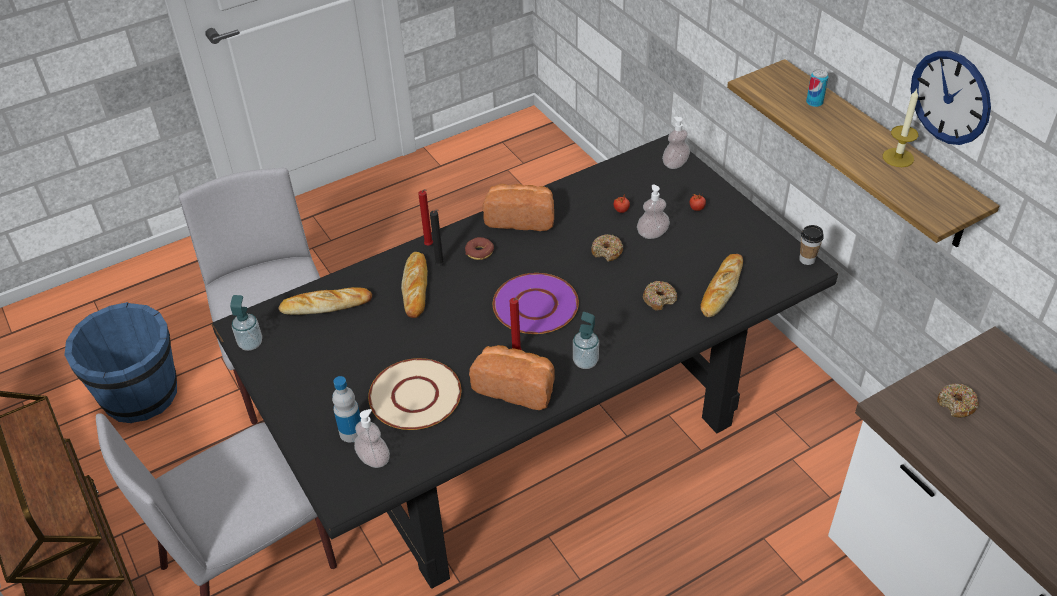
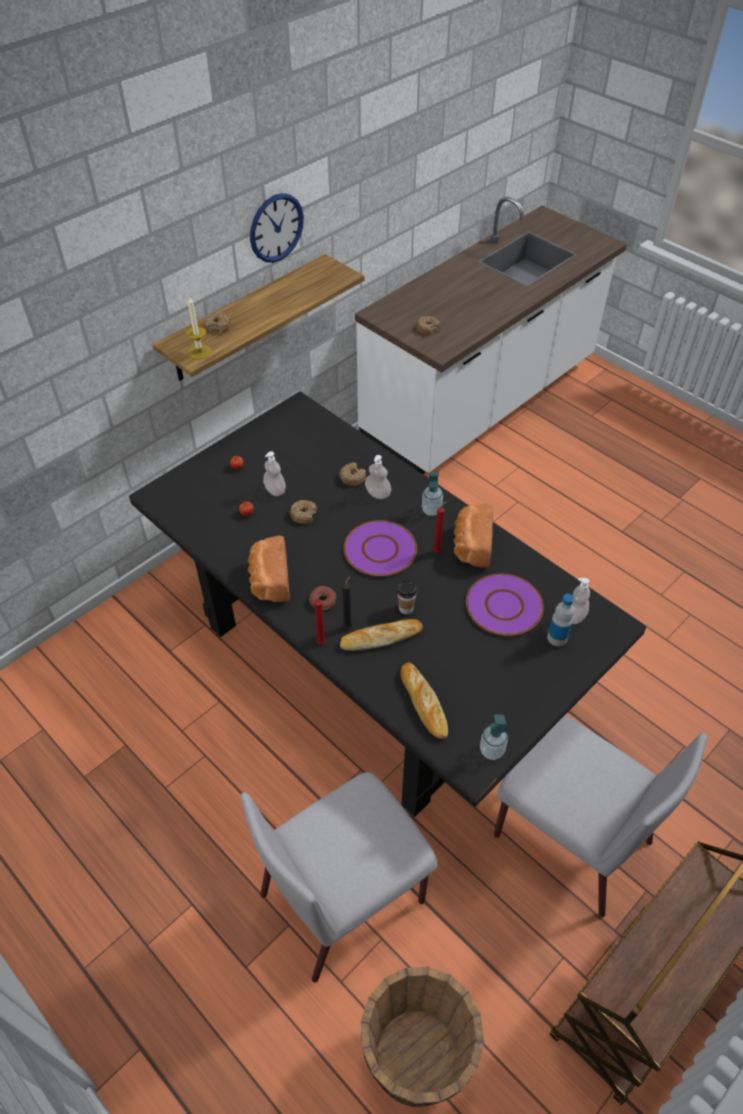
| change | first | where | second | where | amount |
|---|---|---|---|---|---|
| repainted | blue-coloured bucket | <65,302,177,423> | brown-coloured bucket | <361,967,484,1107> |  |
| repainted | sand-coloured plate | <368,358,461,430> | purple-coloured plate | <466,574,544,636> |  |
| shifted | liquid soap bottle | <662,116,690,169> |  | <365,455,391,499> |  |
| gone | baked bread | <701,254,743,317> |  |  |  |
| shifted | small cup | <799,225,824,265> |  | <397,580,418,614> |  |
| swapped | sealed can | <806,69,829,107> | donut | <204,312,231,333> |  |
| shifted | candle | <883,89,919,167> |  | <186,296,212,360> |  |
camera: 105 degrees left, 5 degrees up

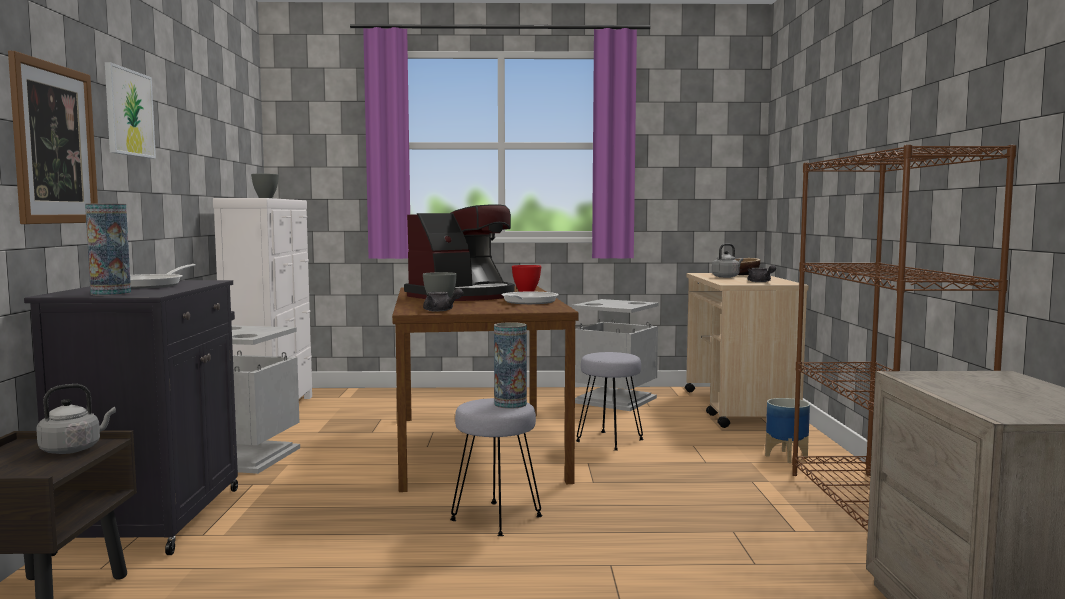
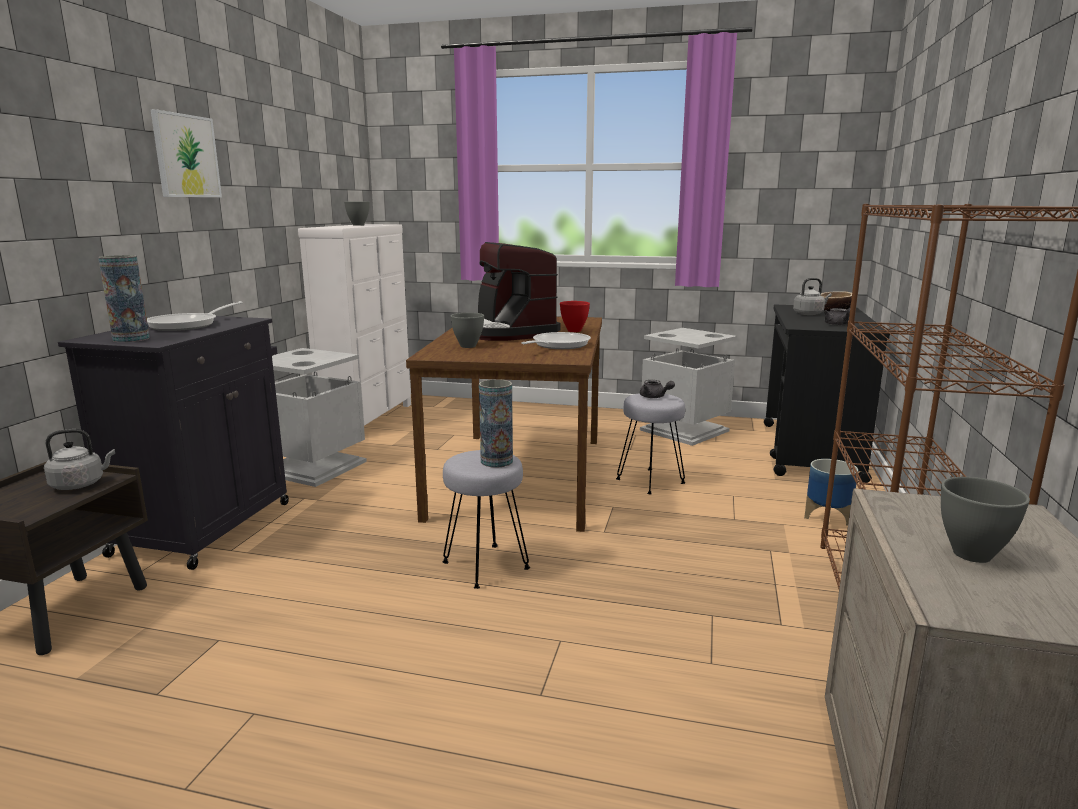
| change | first | where | second | where | amount |
|---|---|---|---|---|---|
| gone | wall picture | <8,51,98,224> |  |  |  |
| rotated | coffee machine | <404,204,514,301> |  | <478,242,561,341> | 90 degrees clockwise |
| shifted | greyish teapot | <423,288,464,311> |  | <640,380,675,398> |  |
| repainted | sand-coloured cart | <685,273,809,428> | black-coloured cart | <764,305,890,483> |  |
| new |  |  | greyish bowl | <941,477,1030,563> |  |
camera: 15 degrees right, 10 degrees up

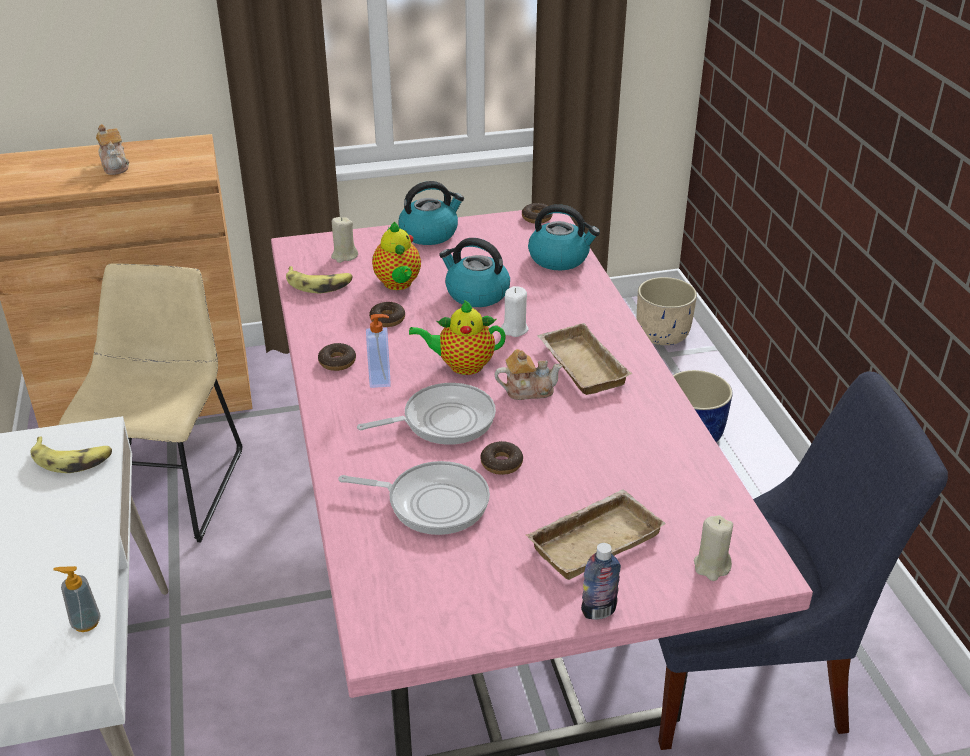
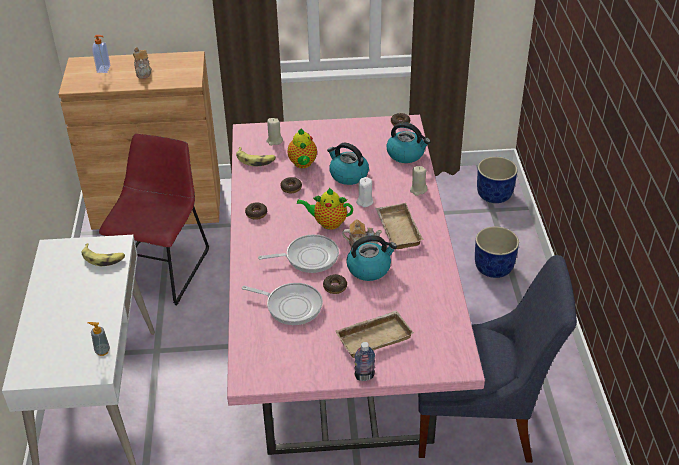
| change | first | where | second | where | amount |
|---|---|---|---|---|---|
| repainted | sand-coloured upright chair | <59,263,242,542> | red upright chair | <99,134,209,305> |  |
| shifted | liquid soap bottle | <366,314,391,388> |  | <92,35,110,73> |  |
| shifted | kettle | <398,181,464,245> |  | <346,235,397,281> |  |
| repainted | sand-coloured plant pot | <637,277,697,345> | blue-coloured plant pot | <477,157,518,203> |  |
| shifted | sand-coloured candle | <694,515,733,581> |  | <410,166,428,196> |  |
camera: 10 degrees right, 5 degrees up

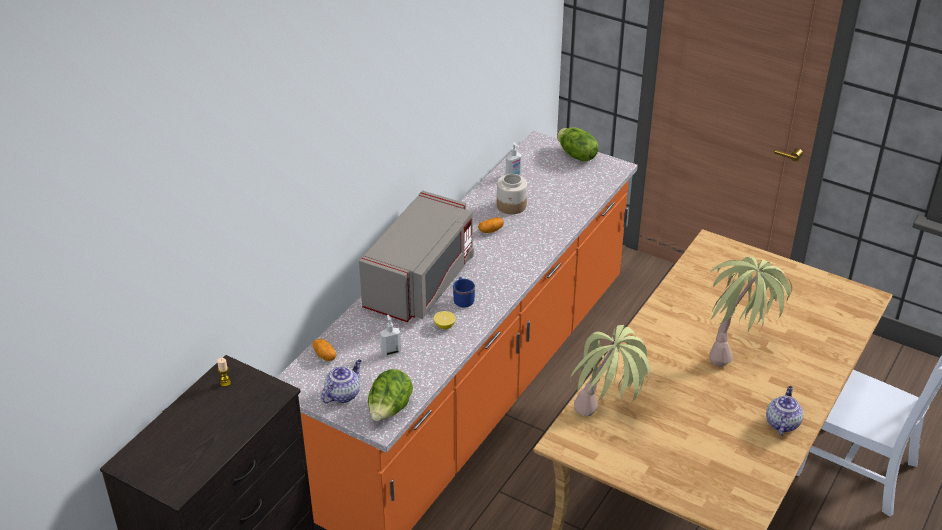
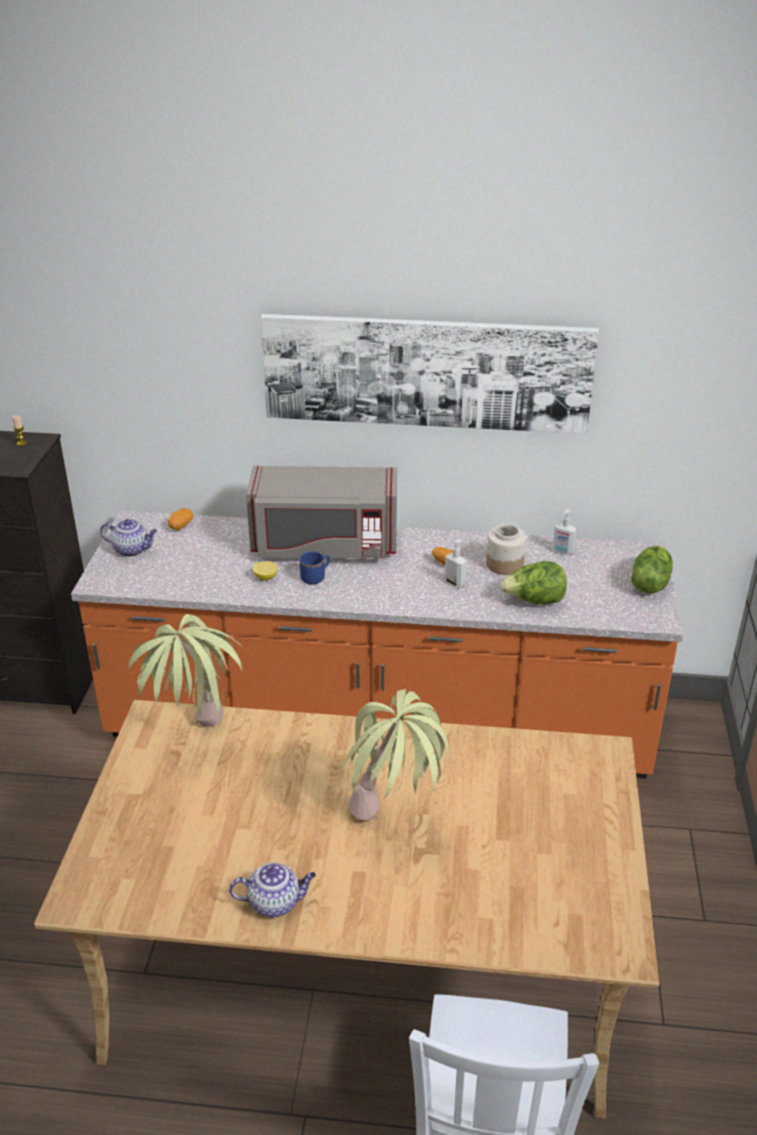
| change | first | where | second | where | amount |
|---|---|---|---|---|---|
| shifted | lettuce head | <368,369,413,421> |  | <500,561,567,605> |  |
| shifted | liquid soap bottle | <380,315,401,356> |  | <445,539,466,588> |  |
| new |  |  | wall picture | <261,314,599,434> |  |
camera: 65 degrees right, 5 degrees down

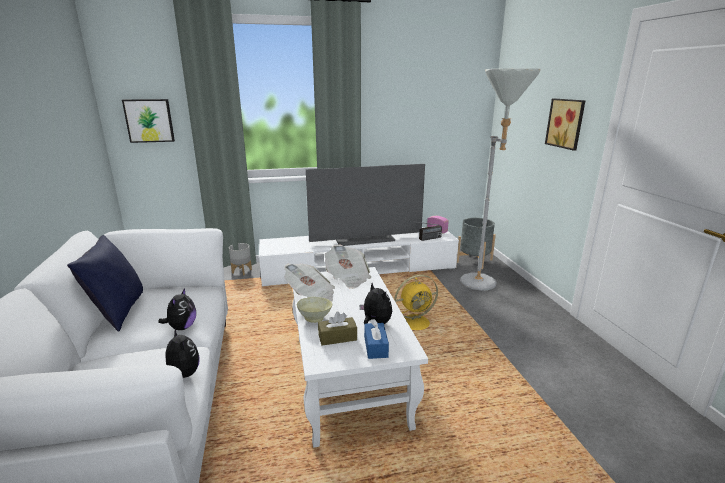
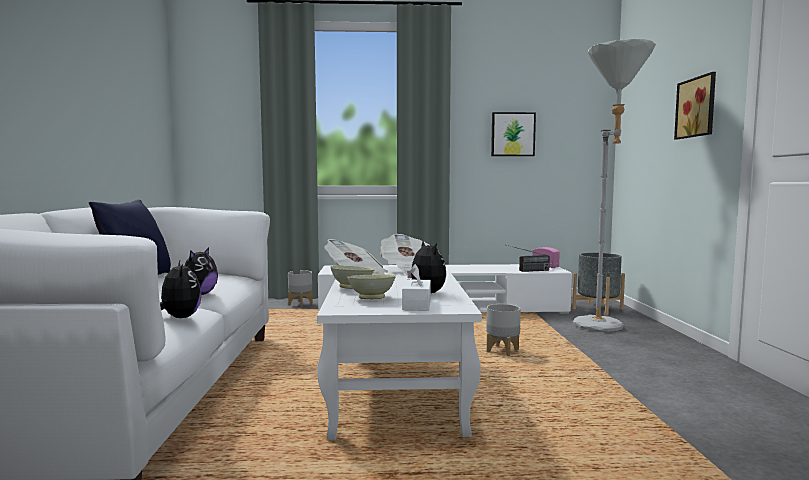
| change | first | where | second | where | amount |
|---|---|---|---|---|---|
| shifted | wall picture | <122,99,175,143> |  | <491,112,536,156> |  |
| gone | television | <306,164,425,246> |  |  |  |
| swapped | brown-coloured tissue box | <318,312,357,346> | sand-coloured bowl | <347,274,396,299> |  |
| repainted | blue-coloured tissue box | <364,319,389,359> | whitish tissue box | <402,264,431,311> |  |
| swapped | yellow-coloured electric fan | <394,275,438,330> | greyish plant pot | <486,304,521,356> |  |
camera: 10 degrees right, 15 degrees down

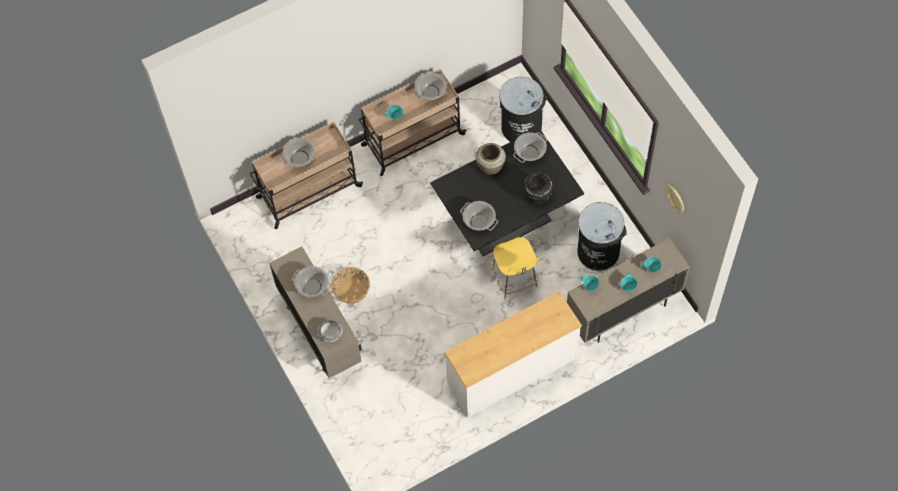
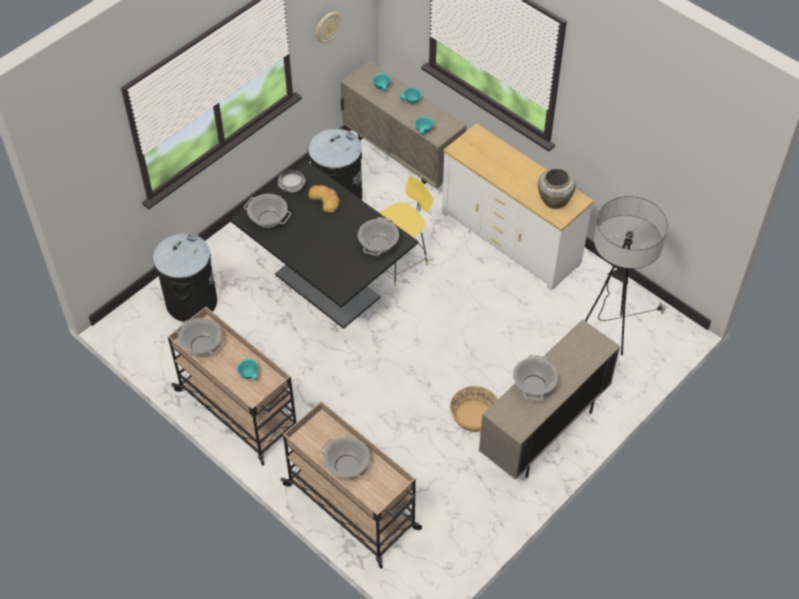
| change | first | where | second | where | amount |
|---|---|---|---|---|---|
| shifted | bowl | <318,320,343,343> |  | <278,170,306,193> |  |
| shifted | sand-coloured flower vase | <476,143,506,175> |  | <538,168,576,209> |  |
| swapped | black-coloured flower vase | <523,173,553,205> | baked bread | <308,185,339,213> |  |
| new |  |  | standing lamp | <585,196,668,355> |  |
camera: 110 degrees left, 10 degrees down

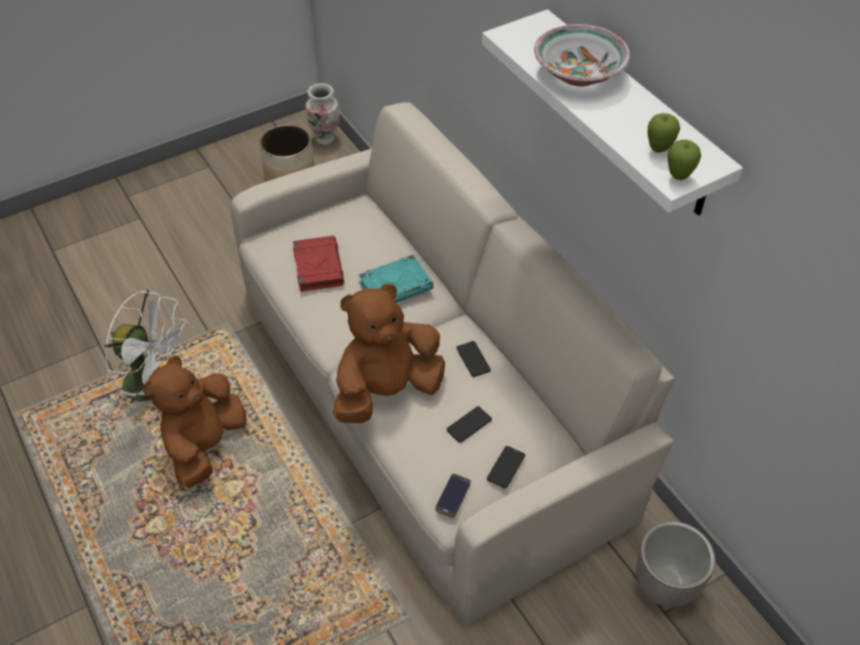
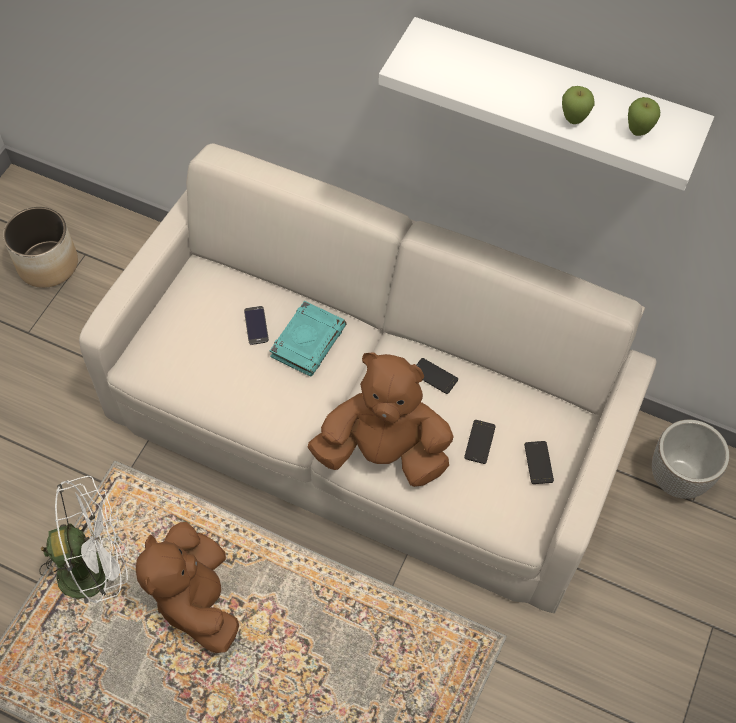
| change | first | where | second | where | amount |
|---|---|---|---|---|---|
| gone | red bound book | <293,236,344,292> |  |  |  |
| gone | flower vase | <305,83,340,145> |  |  |  |
| rotated | brown-coloured cuddly toy | <333,283,445,423> |  | <308,352,454,487> | 75 degrees clockwise |
| shifted | phone | <435,474,471,517> |  | <244,306,269,345> |  |
| gone | bowl | <534,24,630,87> |  |  |  |
| shifted | apple fruit | <668,140,701,180> |  | <562,86,595,124> |  |
camera: 35 degrees left, 10 degrees up

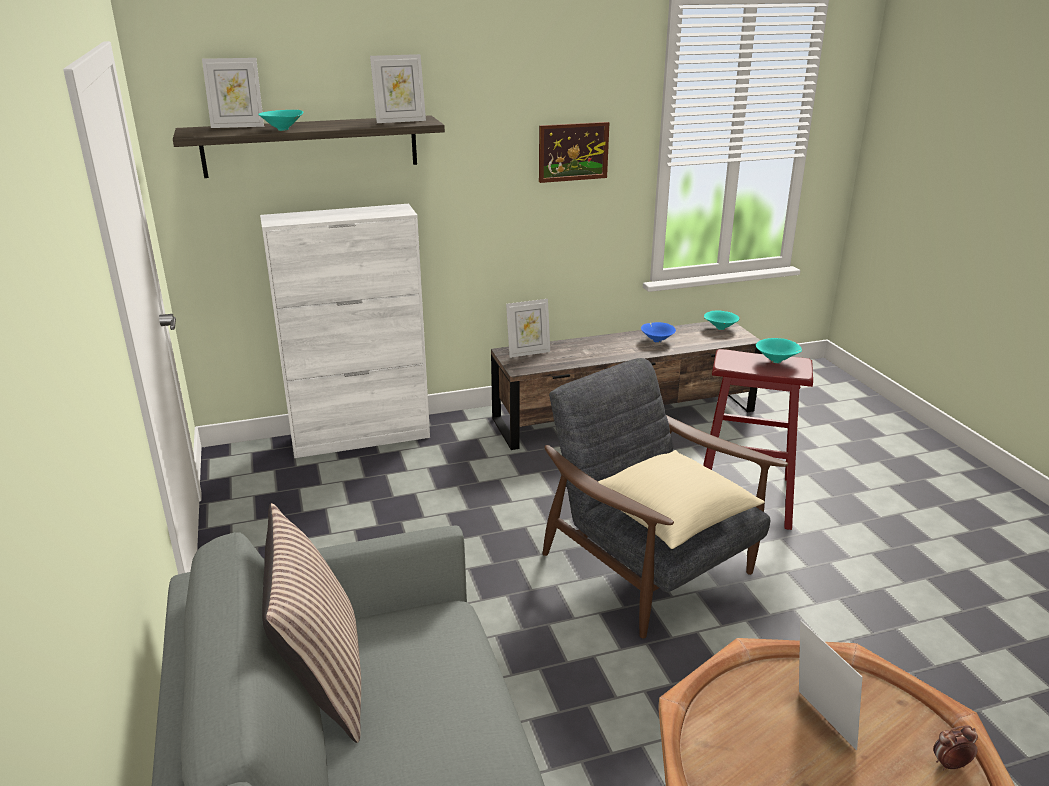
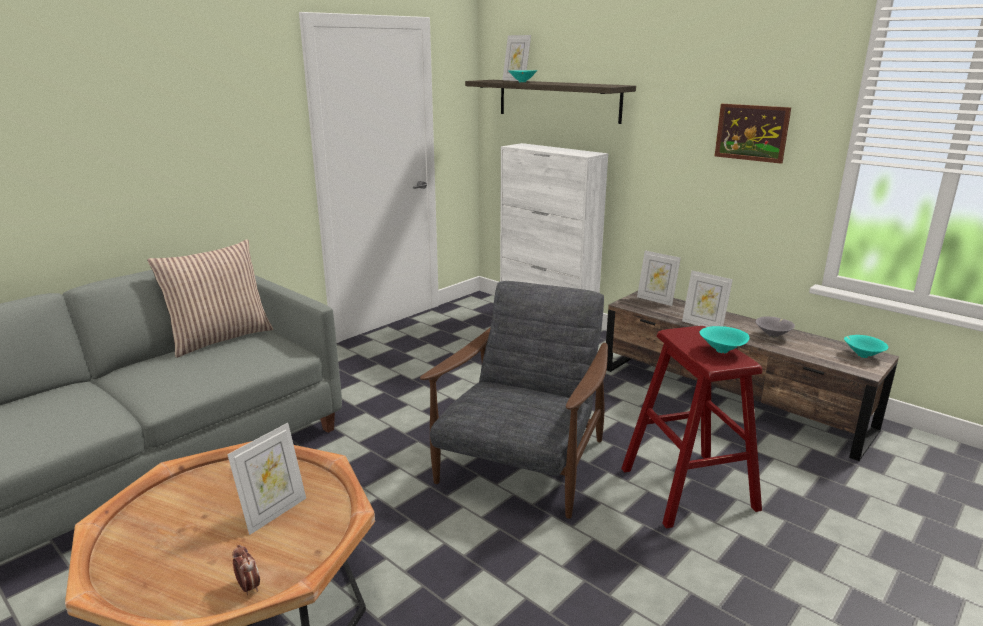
| change | first | where | second | where | amount |
|---|---|---|---|---|---|
| shifted | photo frame | <370,54,426,123> |  | <682,271,733,327> |  |
| gone | sand-coloured throw pillow | <598,450,765,549> |  |  |  |
| repainted | blue-coloured bowl | <641,322,676,343> | greyish bowl | <756,316,795,338> |  |
camera: 60 degrees right, 5 degrees down

